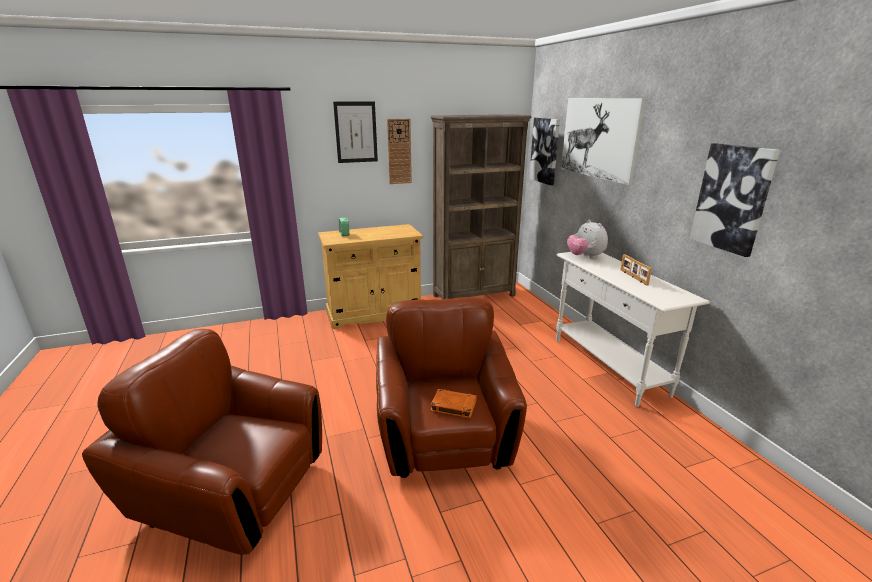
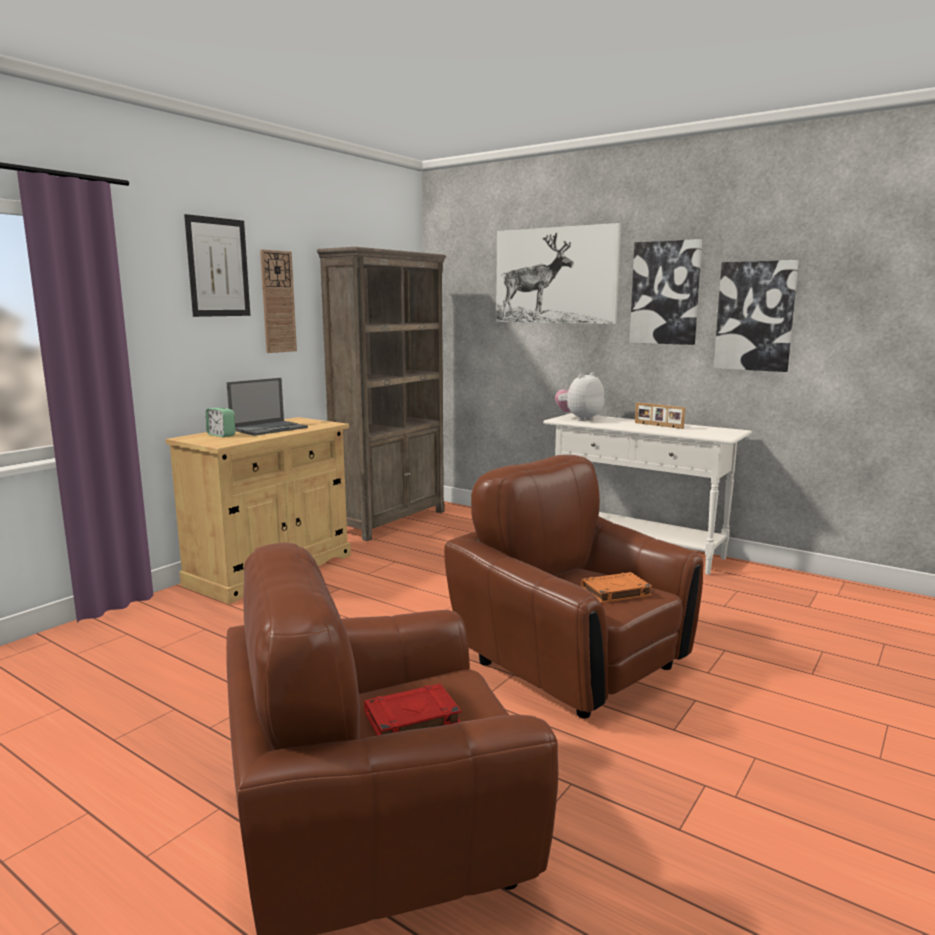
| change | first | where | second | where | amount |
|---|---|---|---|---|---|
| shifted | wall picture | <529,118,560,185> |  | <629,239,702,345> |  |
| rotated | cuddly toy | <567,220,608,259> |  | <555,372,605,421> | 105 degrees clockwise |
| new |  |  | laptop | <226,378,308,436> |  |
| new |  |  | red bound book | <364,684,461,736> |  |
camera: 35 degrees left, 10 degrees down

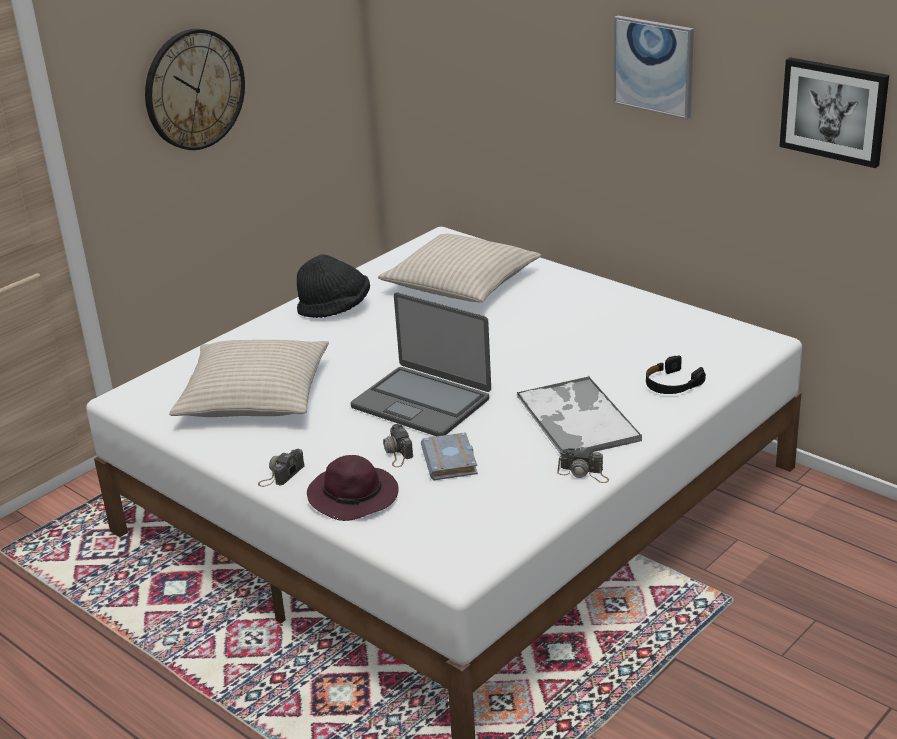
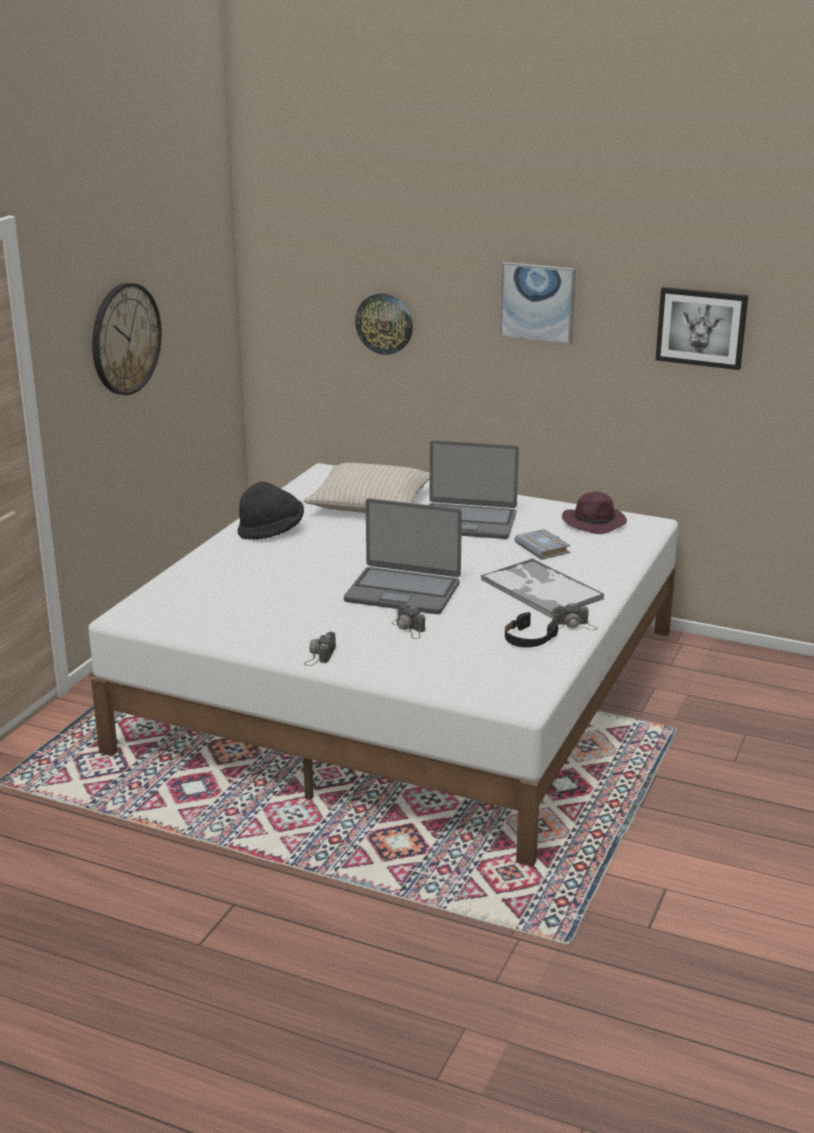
| change | first | where | second | where | amount |
|---|---|---|---|---|---|
| gone | sand-coloured throw pillow | <169,340,329,417> |  |  |  |
| shifted | purple-coloured clothing hat | <307,455,399,521> |  | <562,491,627,534> |  |
| shifted | greyish bound book | <421,432,478,481> |  | <514,529,571,560> |  |
| shifted | black-coloured pair of headphones | <646,356,706,394> |  | <505,612,558,648> |  |
| new |  |  | hanging clock | <355,293,413,355> |  |
| new |  |  | laptop | <429,440,519,539> |  |
camera: 20 degrees left, 5 degrees down

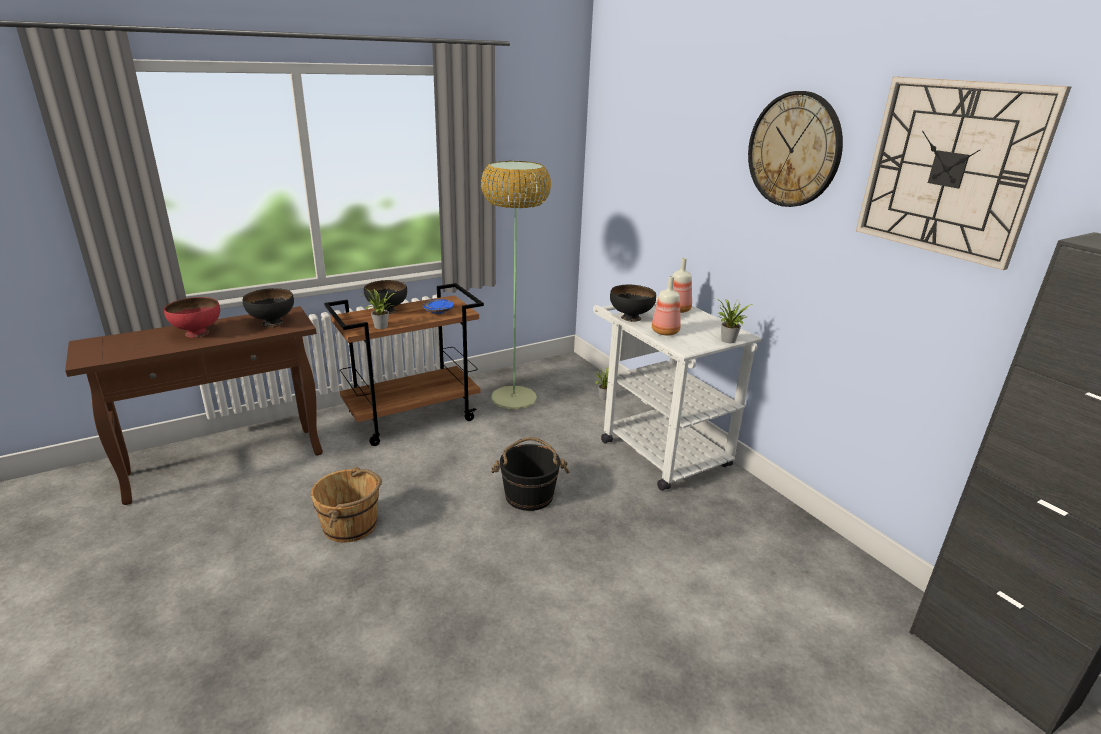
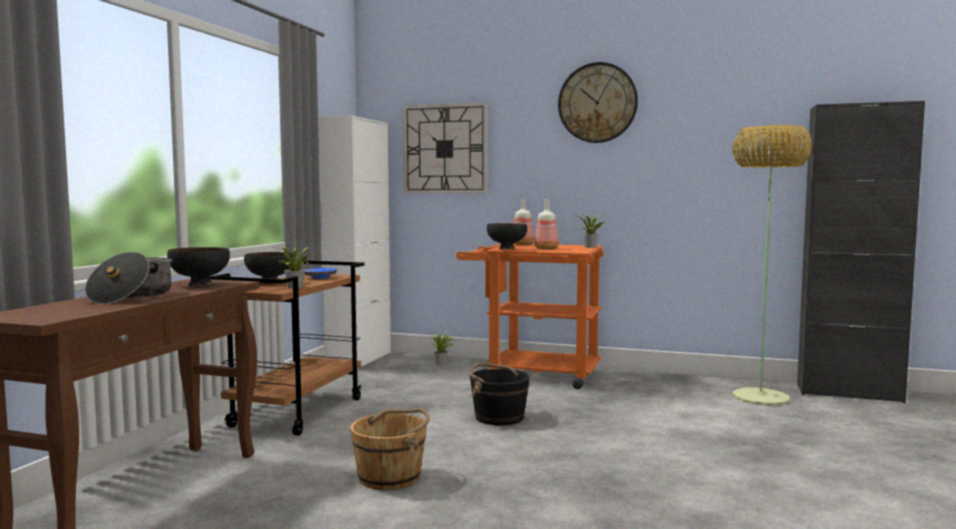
| change | first | where | second | where | amount |
|---|---|---|---|---|---|
| swapped | red bowl | <164,297,220,338> | saucepot | <85,252,172,304> |  |
| shifted | standing lamp | <481,161,551,409> |  | <732,125,812,406> |  |
| repainted | whitish cart | <593,295,761,491> | orange-coloured cart | <456,244,604,389> |  |
| shifted | hanging clock | <856,77,1072,270> |  | <403,102,487,193> |  |
| new |  |  | whitish storage cabinet | <319,115,391,370> |  |
camera: 40 degrees left, 20 degrees down

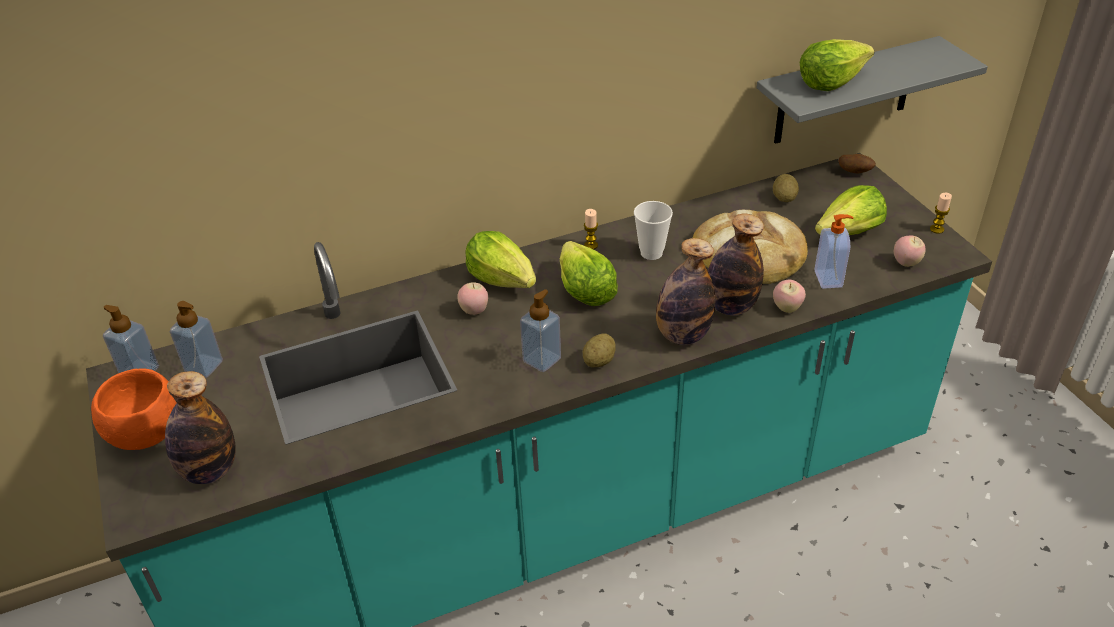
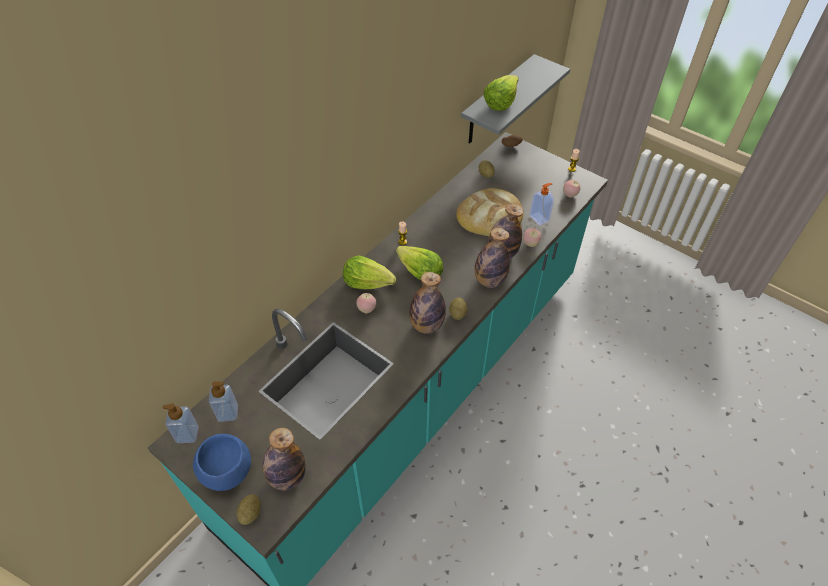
| change | first | where | second | where | amount |
|---|---|---|---|---|---|
| repainted | orange-coloured bowl | <91,369,176,450> | blue-coloured bowl | <193,434,251,491> |  |
| swapped | liquid soap bottle | <520,289,561,372> | bottle | <409,272,446,334> |  |
| gone | small cup | <634,201,673,260> |  |  |  |
| gone | lettuce head | <815,185,887,235> |  |  |  |
| new |  |  | spud | <237,494,261,525> |  |
camera: 30 degrees left, 10 degrees up

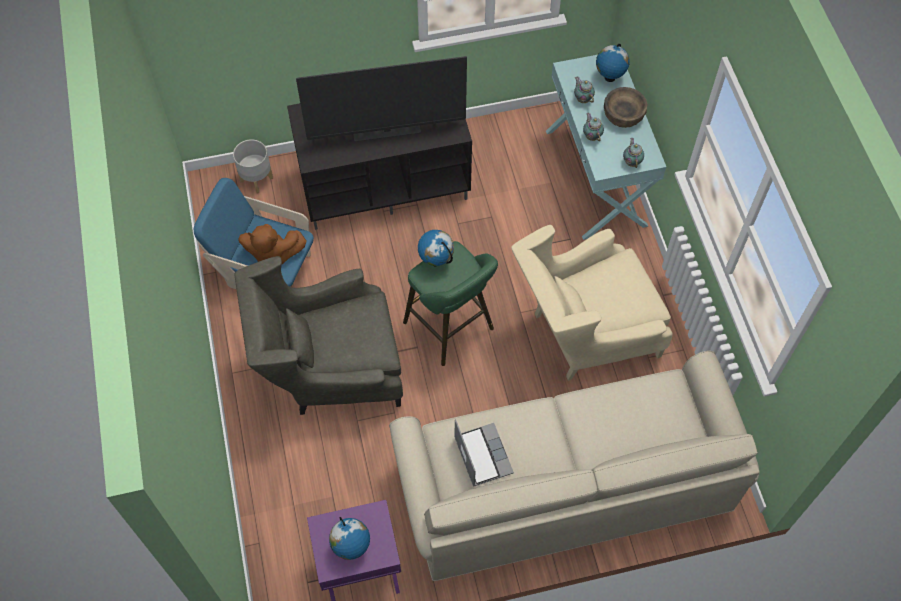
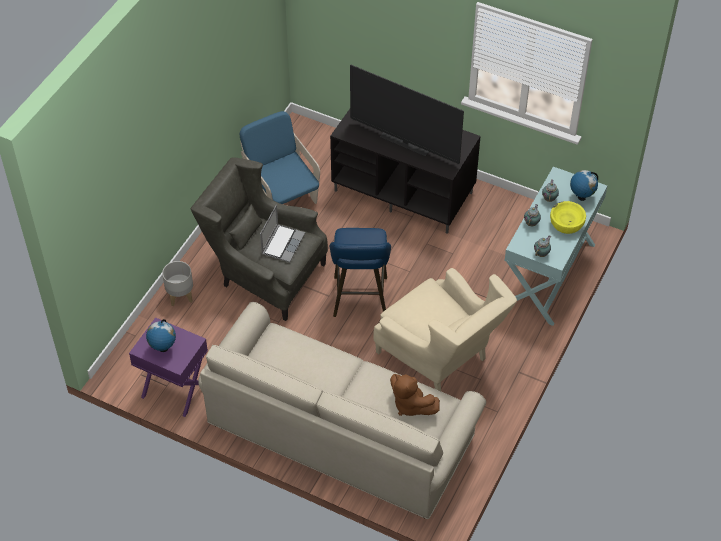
| change | first | where | second | where | amount |
|---|---|---|---|---|---|
| shifted | greyish plant pot | <233,139,273,193> |  | <162,261,193,306> |  |
| shifted | brown-coloured cuddly toy | <238,224,307,264> |  | <390,374,440,416> |  |
| repainted | green-coloured stool seat | <403,241,498,366> | blue-coloured stool seat | <330,228,391,317> |  |
| gone | globe | <418,230,454,266> |  |  |  |
| shifted | laptop | <454,419,514,487> |  | <260,205,305,263> |  |
| rotated | sand-coloured easy chair | <511,225,673,381> |  | <373,268,517,391> | 150 degrees counterclockwise |
| repainted | brown-coloured bowl | <604,87,647,128> | yellow-coloured bowl | <550,201,586,234> |  |
camera: 40 degrees right, 10 degrees down

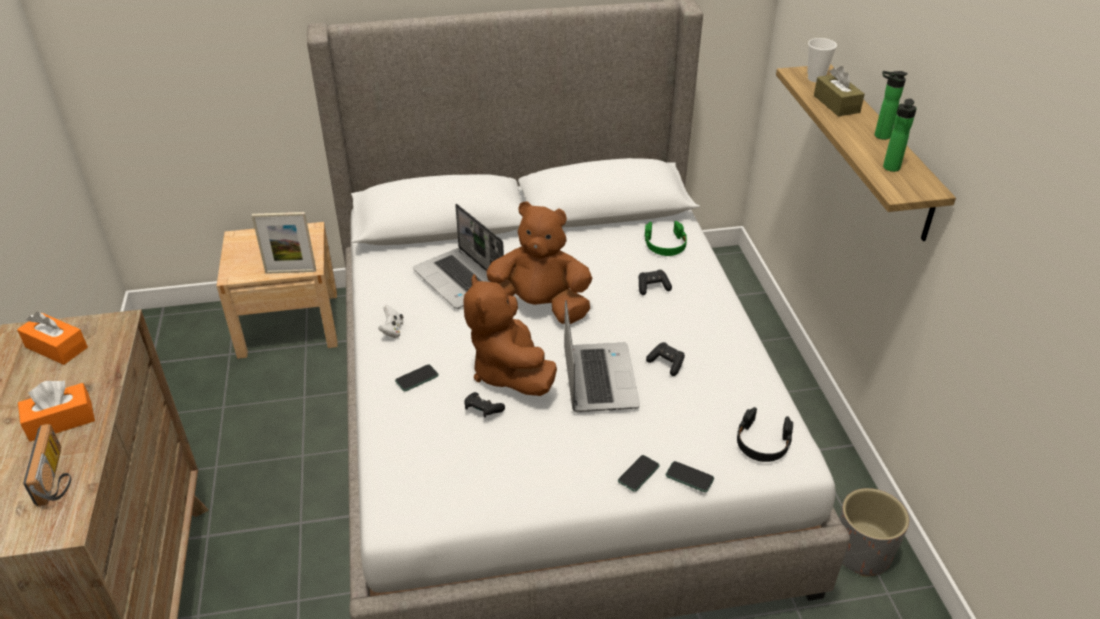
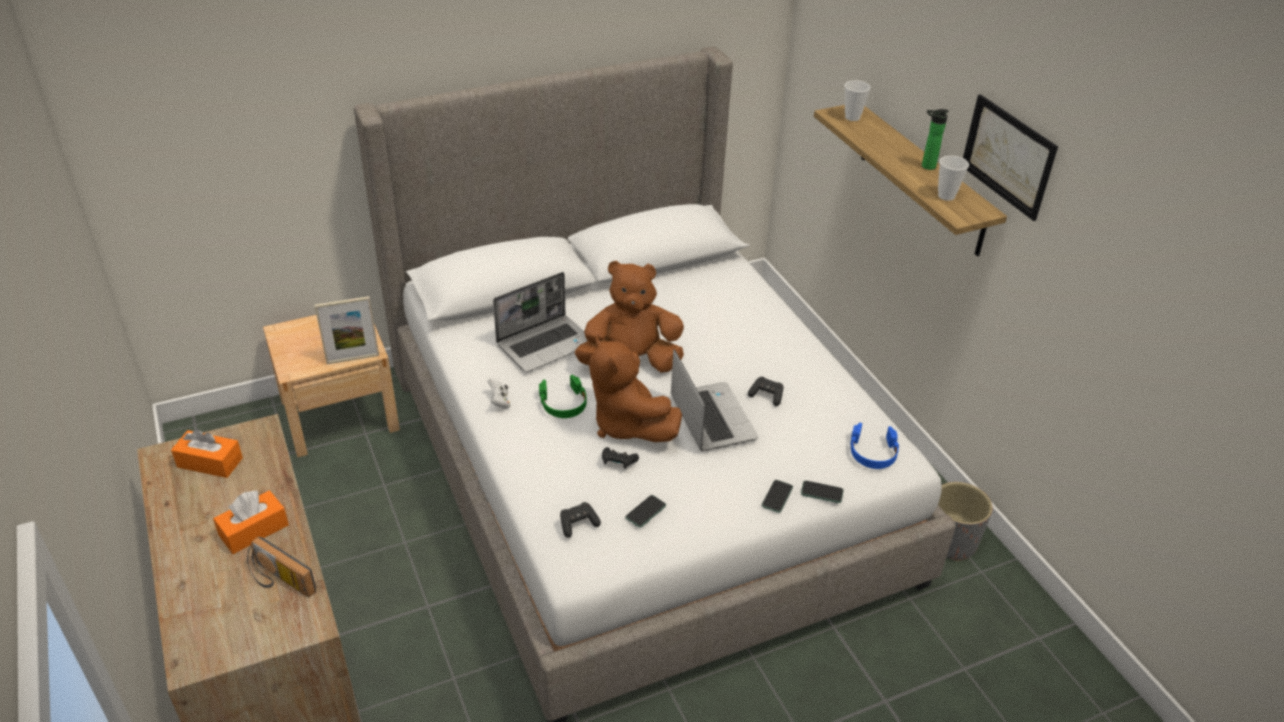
| change | first | where | second | where | amount |
|---|---|---|---|---|---|
| rotated | radio set | <23,424,71,506> |  | <247,537,316,597> | 150 degrees clockwise |
| shifted | phone | <395,364,439,391> |  | <625,495,666,527> |  |
| rotated | laptop | <413,204,504,309> |  | <493,272,587,372> | 75 degrees counterclockwise |
| shifted | black-coloured game controller | <639,270,672,295> |  | <560,502,601,538> |  |
| shifted | green-coloured pair of headphones | <645,221,687,256> |  | <539,375,587,418> |  |
| repainted | black-coloured pair of headphones | <737,407,793,462> | blue-coloured pair of headphones | <850,423,899,469> |  |
| gone | brown-coloured tissue box | <814,66,865,117> |  |  |  |
| swapped | bottle | <883,99,917,172> | small cup | <938,156,969,201> |  |
| new |  |  | wall picture | <963,94,1058,221> |  |
camera: 15 degrees left, 0 degrees up

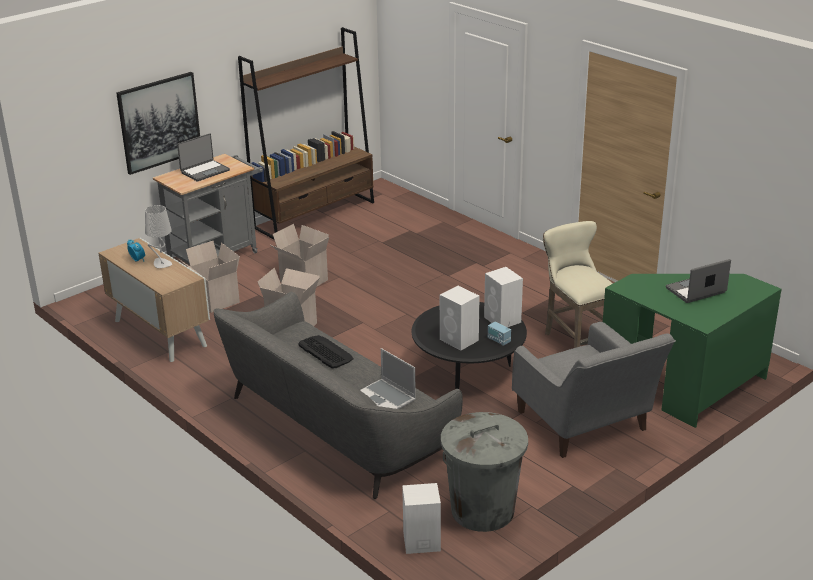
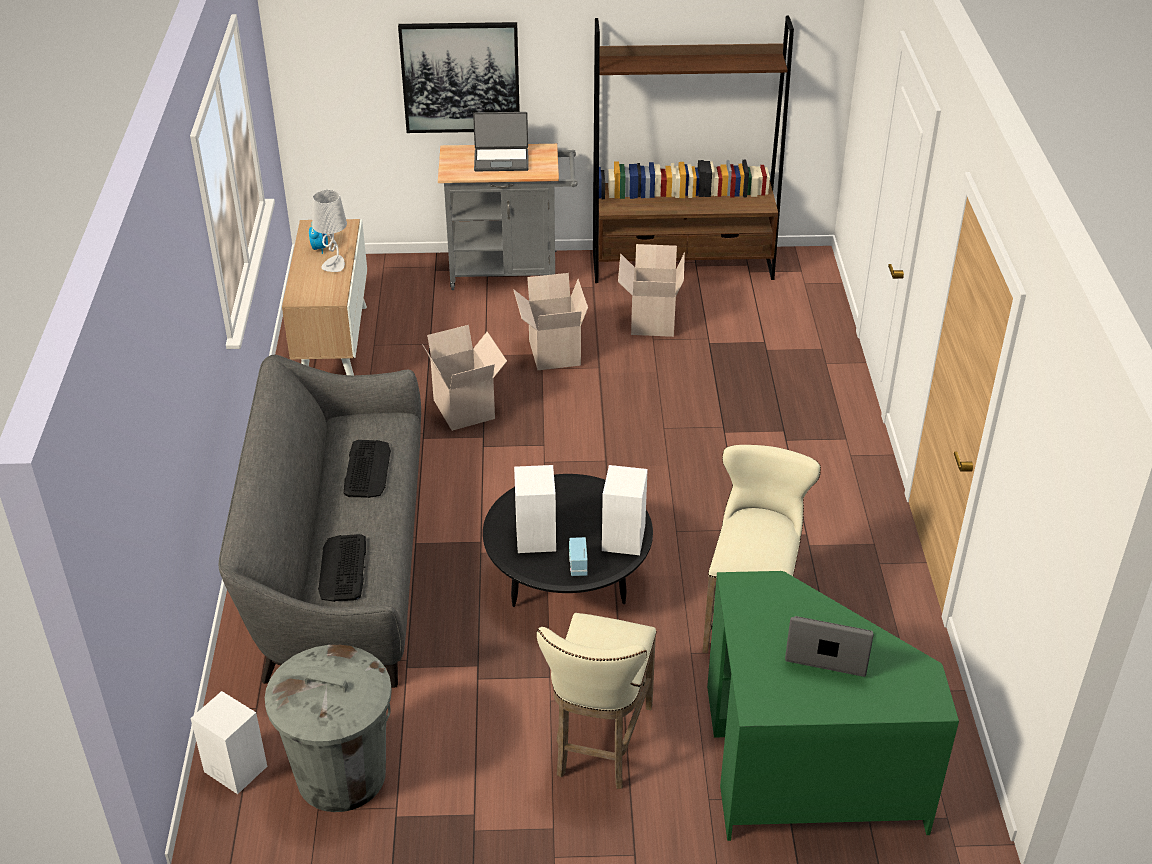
| change | first | where | second | where | amount |
|---|---|---|---|---|---|
| shifted | carton | <179,241,240,313> |  | <618,244,685,337> |  |
| swapped | laptop | <360,348,416,409> | computer keyboard | <318,534,366,602> |  |
| swapped | greyish easy chair | <512,322,676,458> | sand-coloured stool seat | <537,613,657,789> |  |
camera: 40 degrees right, 10 degrees up

